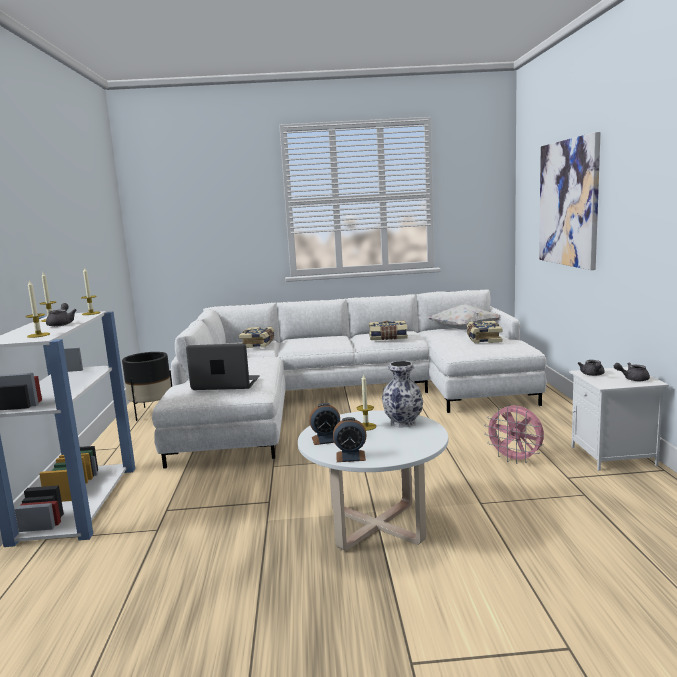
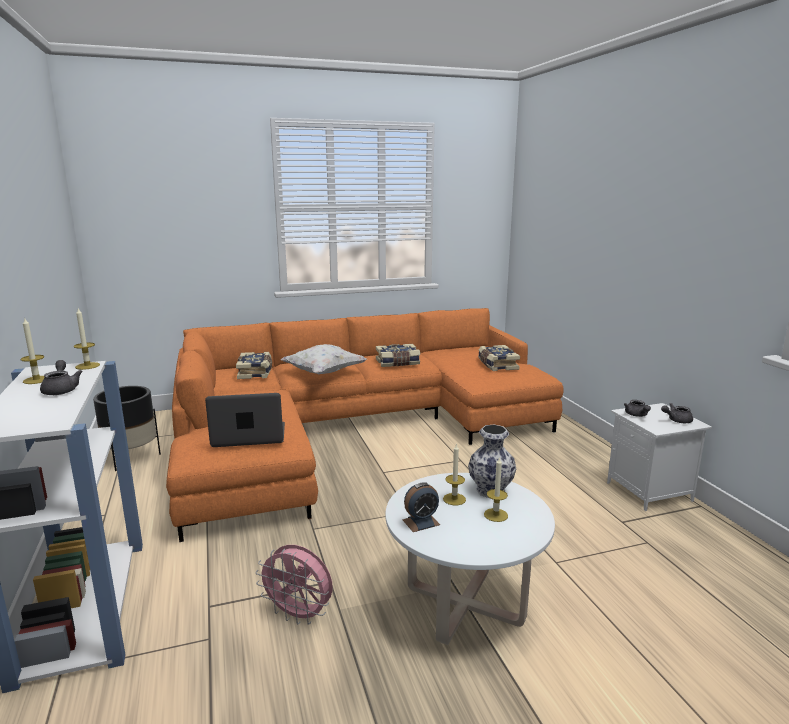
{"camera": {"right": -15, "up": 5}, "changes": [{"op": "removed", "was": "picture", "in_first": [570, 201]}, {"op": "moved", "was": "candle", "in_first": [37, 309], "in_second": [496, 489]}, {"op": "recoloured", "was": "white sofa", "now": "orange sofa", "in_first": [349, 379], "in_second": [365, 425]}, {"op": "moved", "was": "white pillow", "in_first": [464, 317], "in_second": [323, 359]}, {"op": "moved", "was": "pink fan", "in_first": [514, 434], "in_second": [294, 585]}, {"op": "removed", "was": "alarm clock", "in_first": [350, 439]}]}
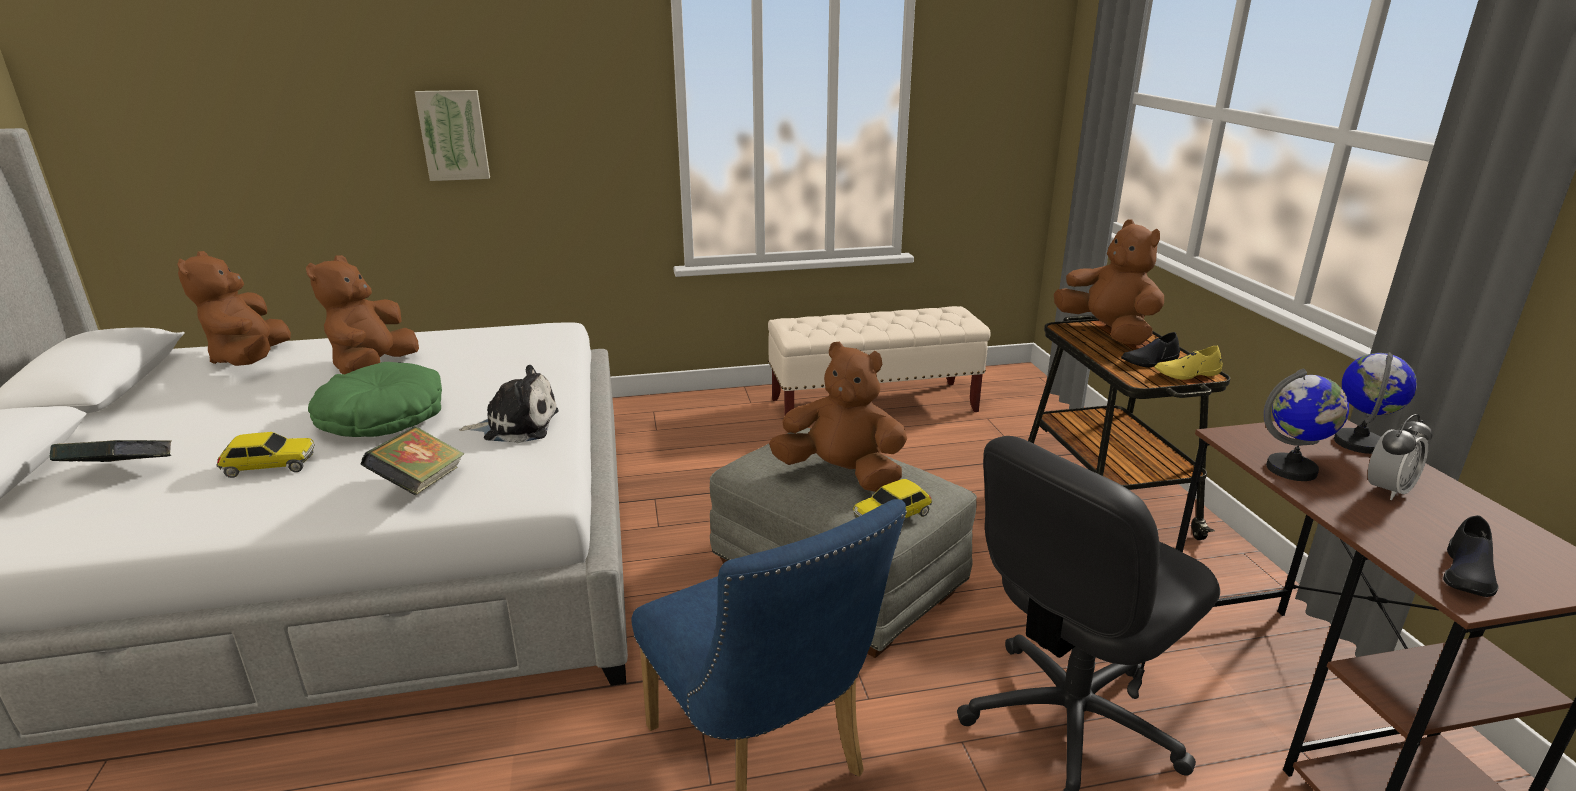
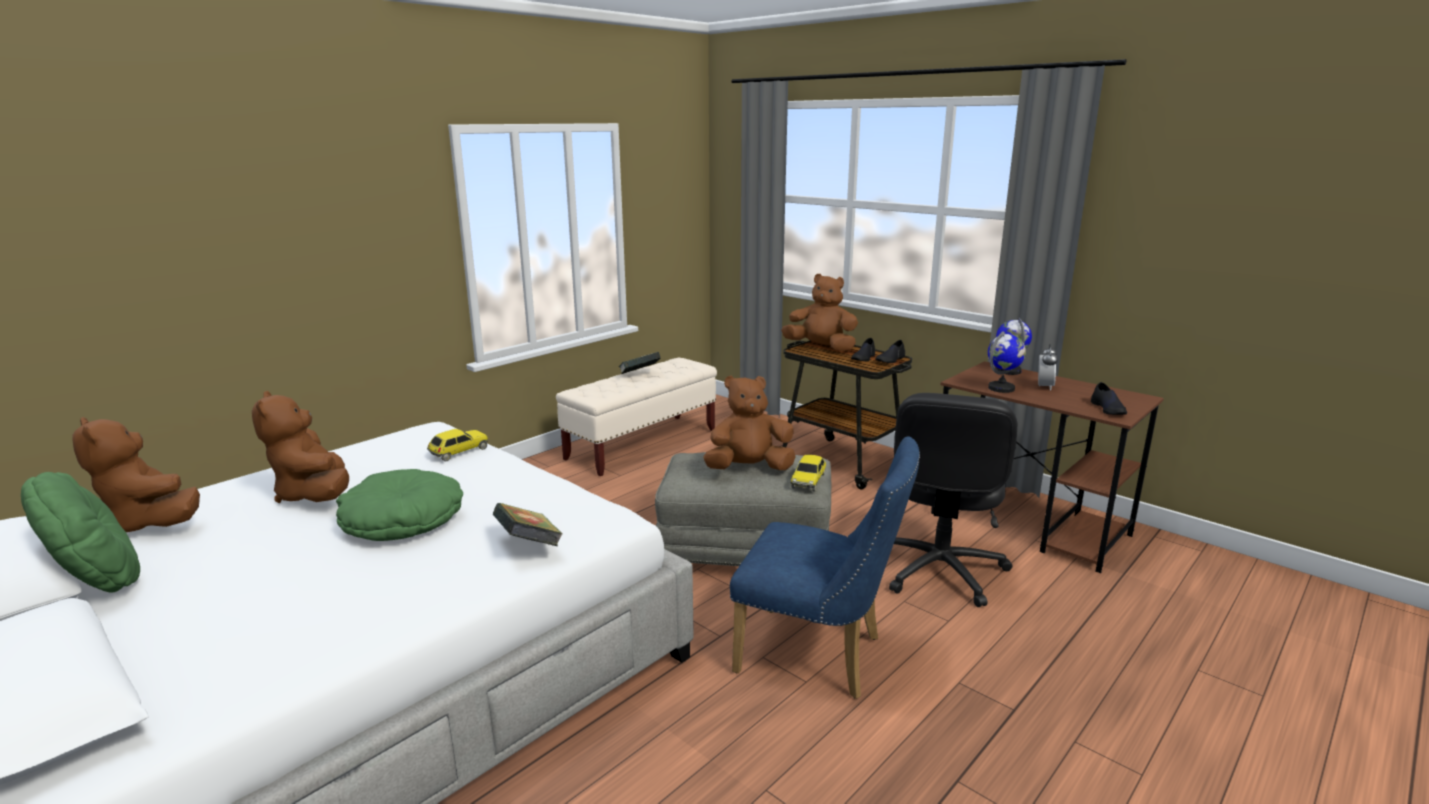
{"camera": {"right": -35, "up": -5}, "changes": [{"op": "removed", "was": "picture", "in_first": [452, 135]}, {"op": "recoloured", "was": "yellow shoe", "now": "black shoe", "in_first": [1188, 363], "in_second": [890, 351]}, {"op": "removed", "was": "plush toy", "in_first": [509, 404]}, {"op": "moved", "was": "toy car", "in_first": [265, 455], "in_second": [457, 445]}, {"op": "moved", "was": "book", "in_first": [111, 451], "in_second": [639, 363]}, {"op": "added", "now": "green pillow", "in_second": [80, 532]}]}
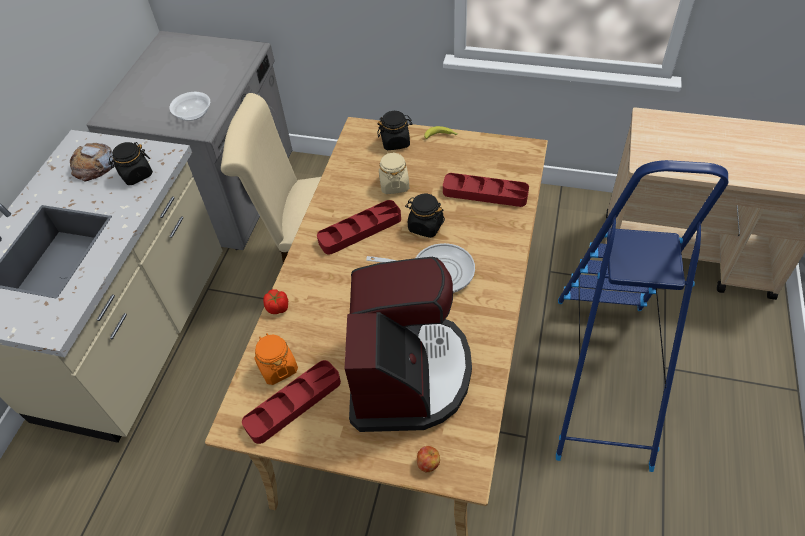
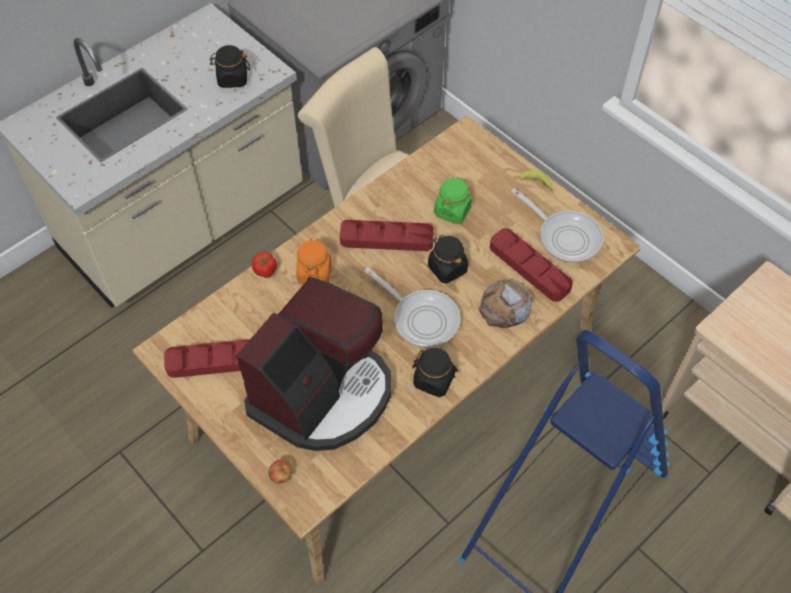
{"camera": {"right": 30, "up": 5}, "changes": [{"op": "removed", "was": "bowl", "in_first": [190, 106]}, {"op": "moved", "was": "black jar", "in_first": [395, 130], "in_second": [435, 372]}, {"op": "moved", "was": "bread", "in_first": [92, 162], "in_second": [505, 304]}, {"op": "recoloured", "was": "beige jar", "now": "green jar", "in_first": [394, 173], "in_second": [453, 200]}, {"op": "moved", "was": "orange jar", "in_first": [276, 359], "in_second": [313, 261]}, {"op": "added", "now": "frying pan", "in_second": [557, 225]}]}
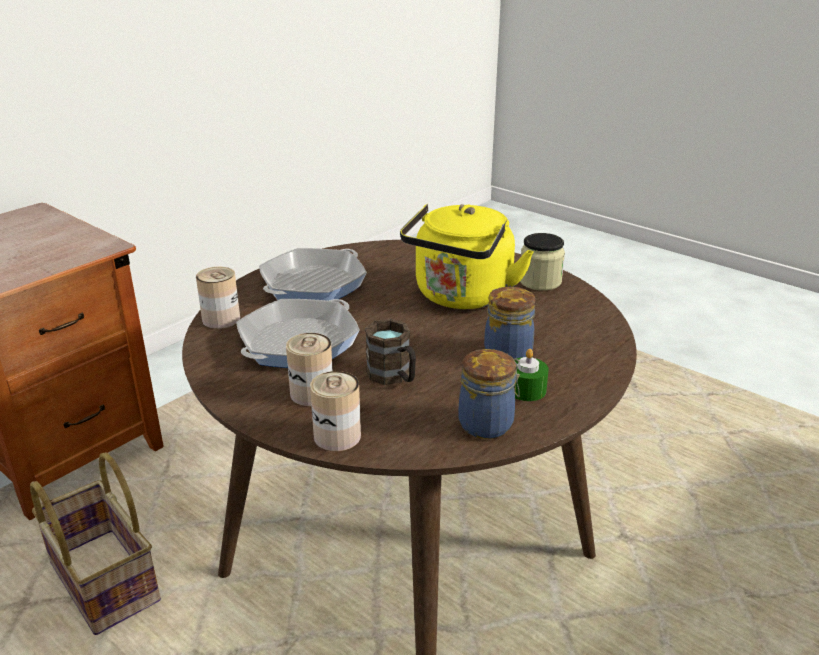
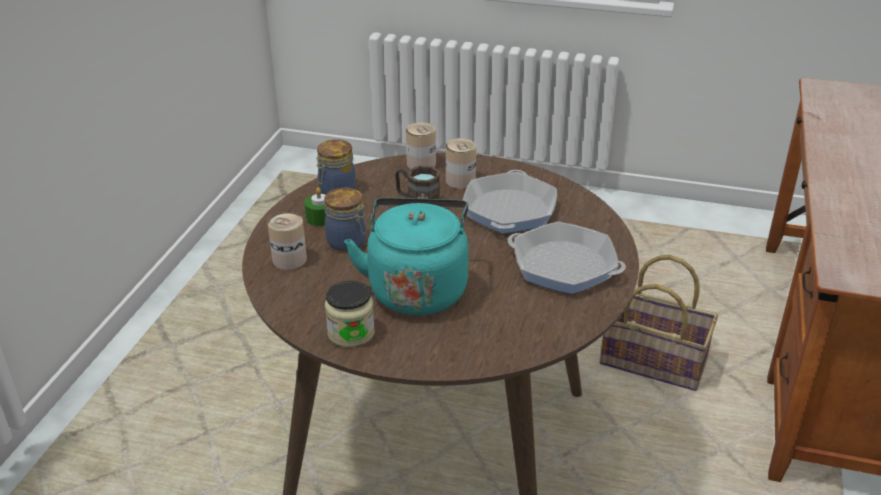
{"camera": {"right": 155, "up": 5}, "changes": [{"op": "recoloured", "was": "yellow kettle", "now": "turquoise kettle", "in_first": [467, 256], "in_second": [406, 256]}, {"op": "turned", "was": "frying pan", "in_first": [313, 274], "in_second": [567, 257], "clockwise": -75}, {"op": "moved", "was": "can", "in_first": [218, 298], "in_second": [287, 241]}]}
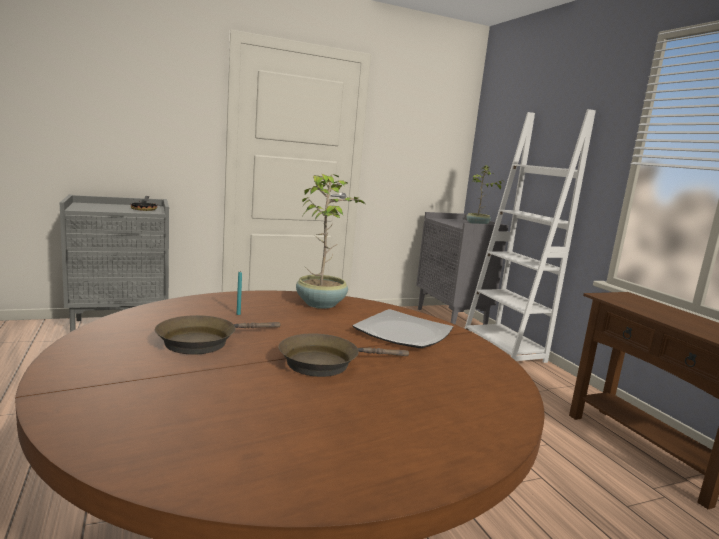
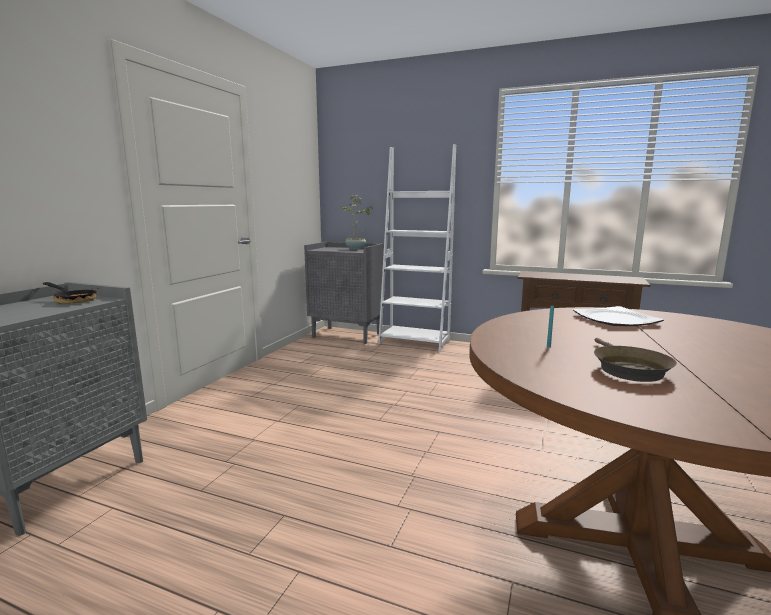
{"camera": {"right": -45, "up": 0}, "changes": [{"op": "removed", "was": "potted plant", "in_first": [330, 241]}, {"op": "removed", "was": "brown frying pan", "in_first": [343, 355]}]}
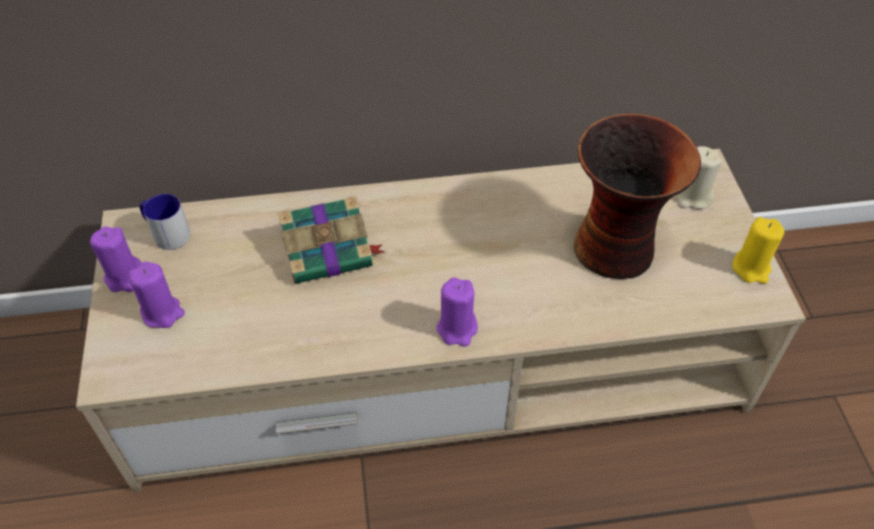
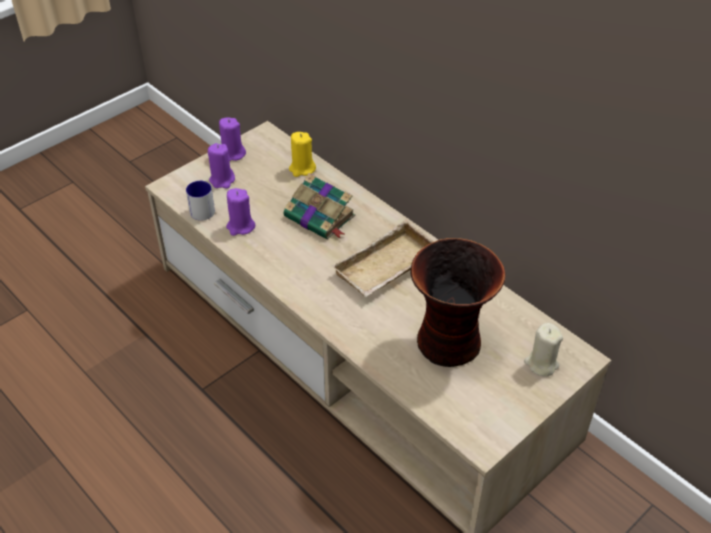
{"camera": {"right": 55, "up": -5}, "changes": [{"op": "moved", "was": "mug", "in_first": [165, 222], "in_second": [200, 200]}, {"op": "moved", "was": "yellow candle", "in_first": [758, 250], "in_second": [302, 154]}, {"op": "moved", "was": "purple candle", "in_first": [457, 312], "in_second": [240, 212]}, {"op": "added", "now": "beige tray", "in_second": [383, 258]}]}
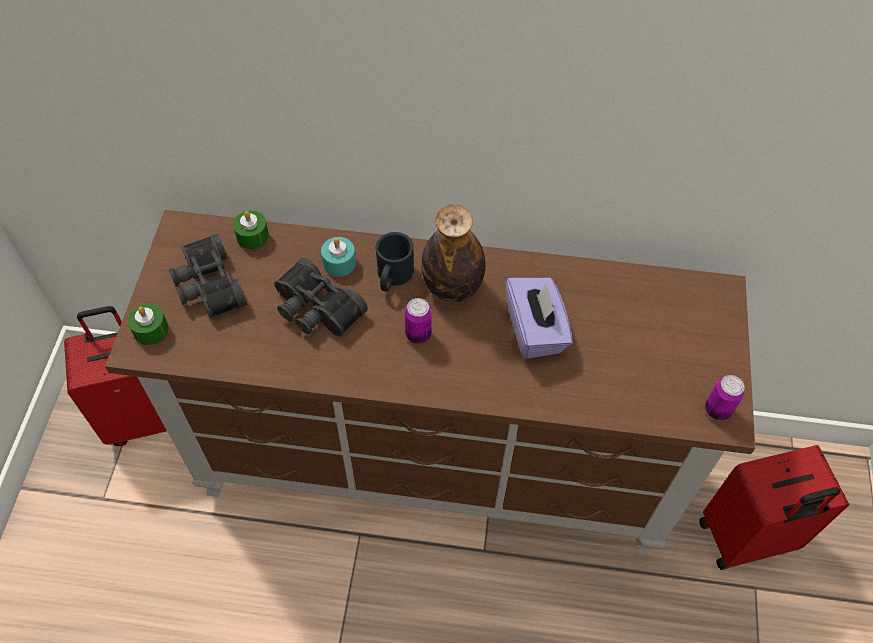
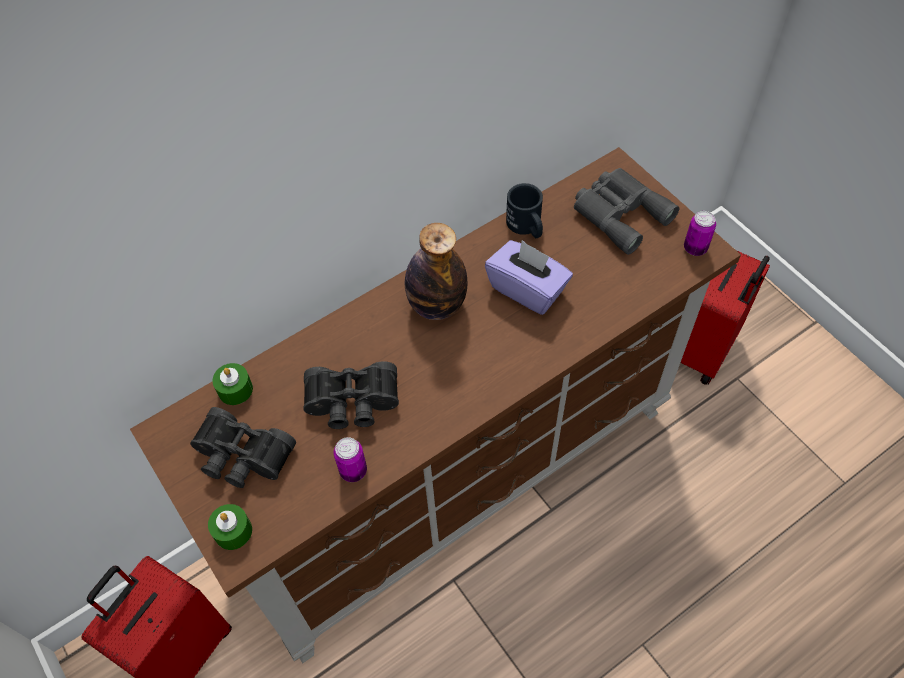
{"camera": {"right": -40, "up": 0}, "changes": [{"op": "moved", "was": "black mug", "in_first": [395, 262], "in_second": [524, 210]}, {"op": "removed", "was": "turquoise candle", "in_first": [338, 257]}, {"op": "moved", "was": "can", "in_first": [418, 321], "in_second": [350, 459]}, {"op": "added", "now": "grey binoculars", "in_second": [627, 211]}]}
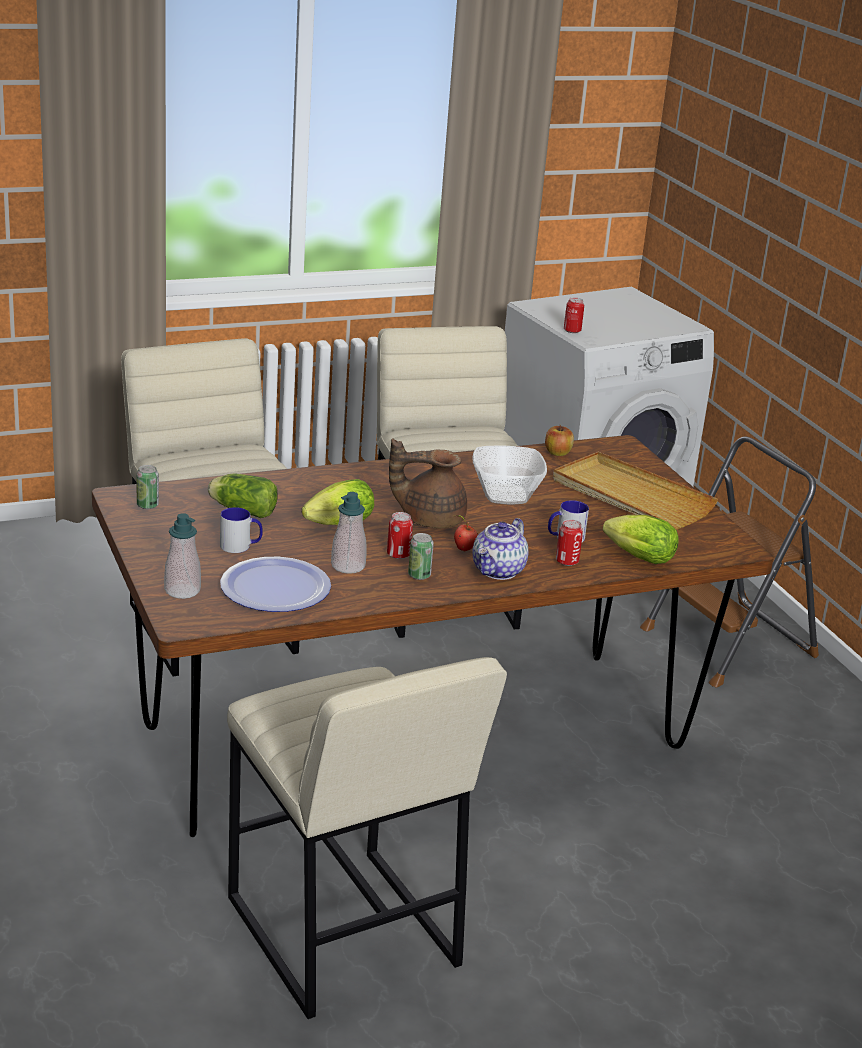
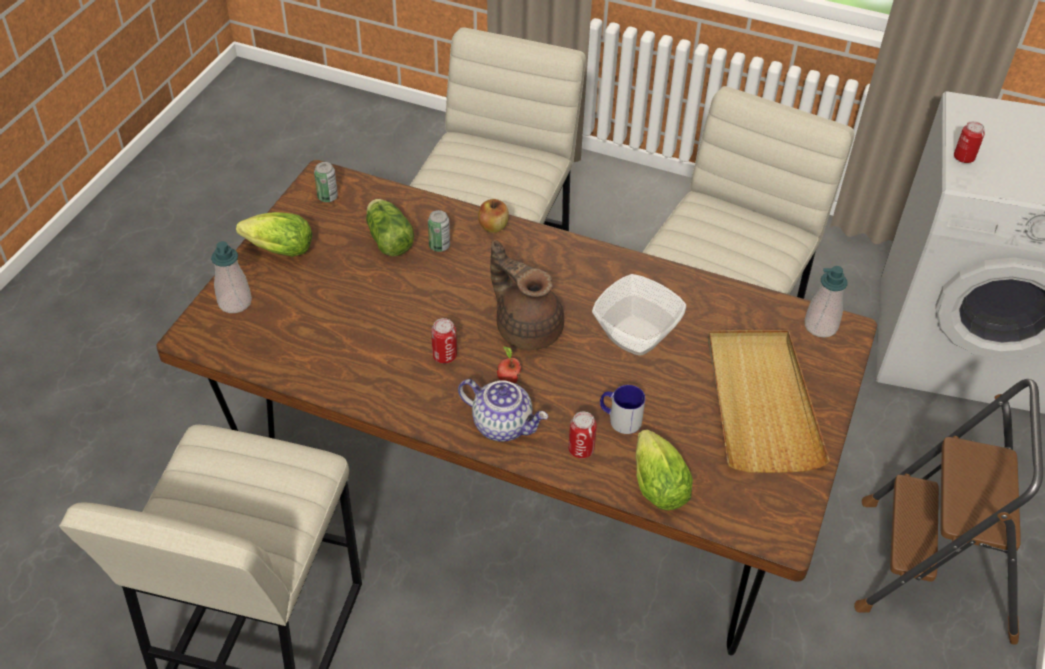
{"camera": {"right": 45, "up": 20}, "changes": [{"op": "moved", "was": "apple", "in_first": [559, 440], "in_second": [493, 216]}, {"op": "moved", "was": "lettuce", "in_first": [338, 502], "in_second": [274, 234]}, {"op": "moved", "was": "soap dispenser", "in_first": [348, 533], "in_second": [826, 301]}, {"op": "removed", "was": "mug", "in_first": [241, 530]}, {"op": "turned", "was": "teapot", "in_first": [500, 549], "in_second": [503, 410], "clockwise": -135}, {"op": "moved", "was": "can", "in_first": [421, 556], "in_second": [439, 231]}, {"op": "removed", "was": "plate", "in_first": [275, 584]}]}
